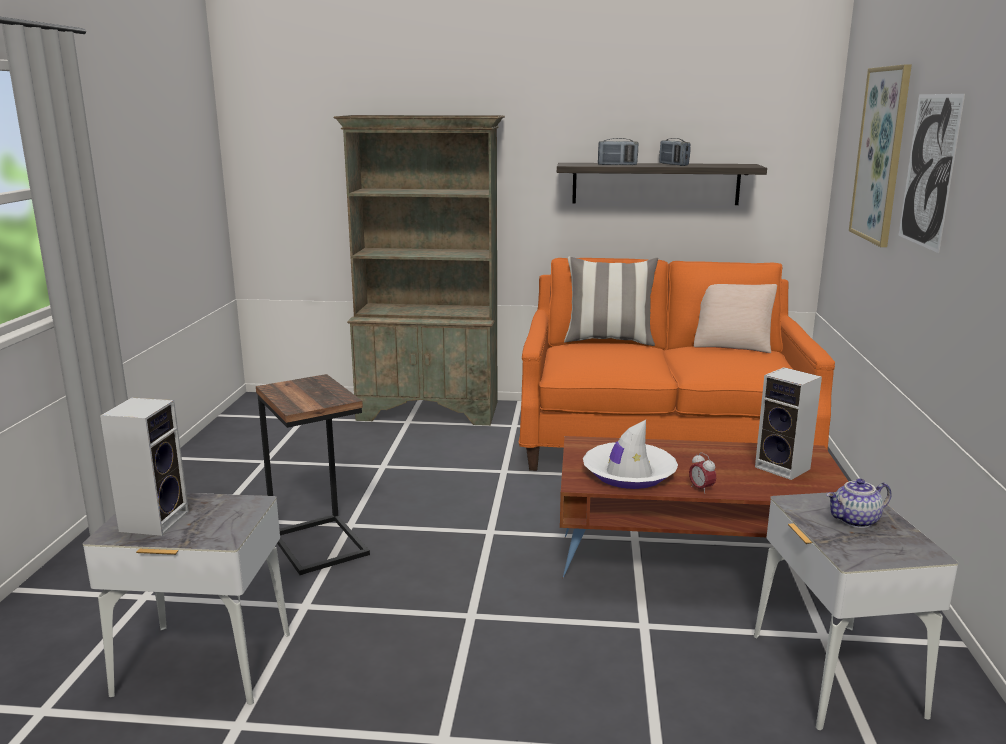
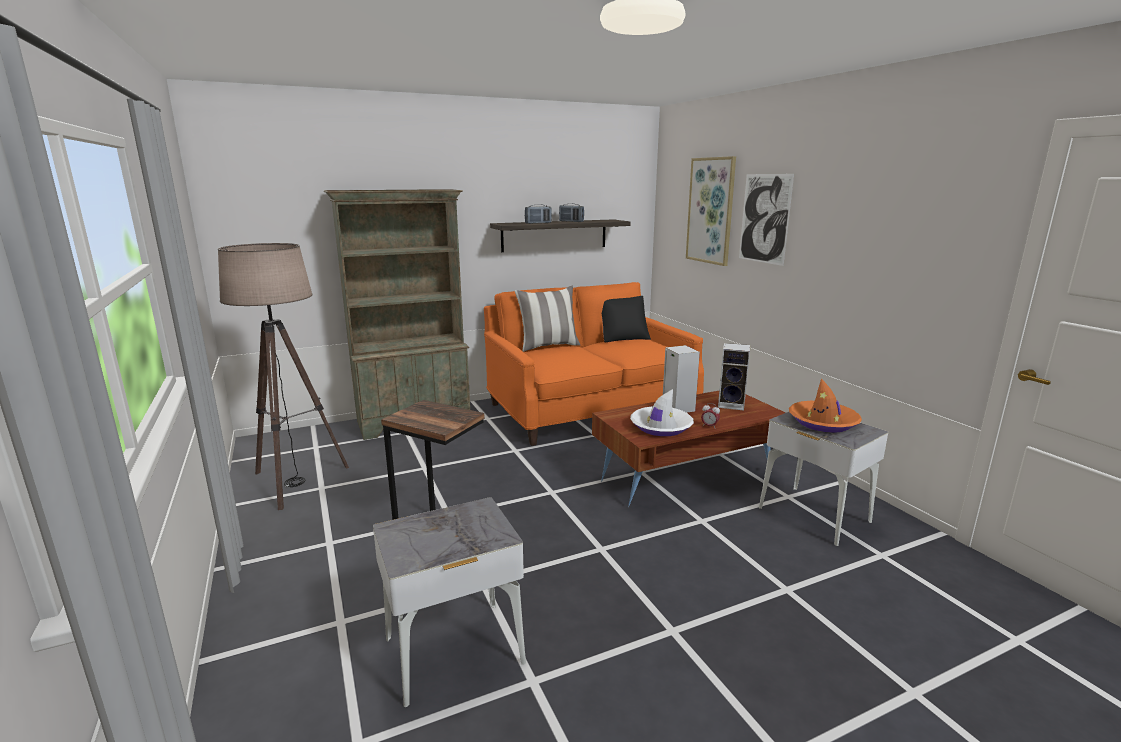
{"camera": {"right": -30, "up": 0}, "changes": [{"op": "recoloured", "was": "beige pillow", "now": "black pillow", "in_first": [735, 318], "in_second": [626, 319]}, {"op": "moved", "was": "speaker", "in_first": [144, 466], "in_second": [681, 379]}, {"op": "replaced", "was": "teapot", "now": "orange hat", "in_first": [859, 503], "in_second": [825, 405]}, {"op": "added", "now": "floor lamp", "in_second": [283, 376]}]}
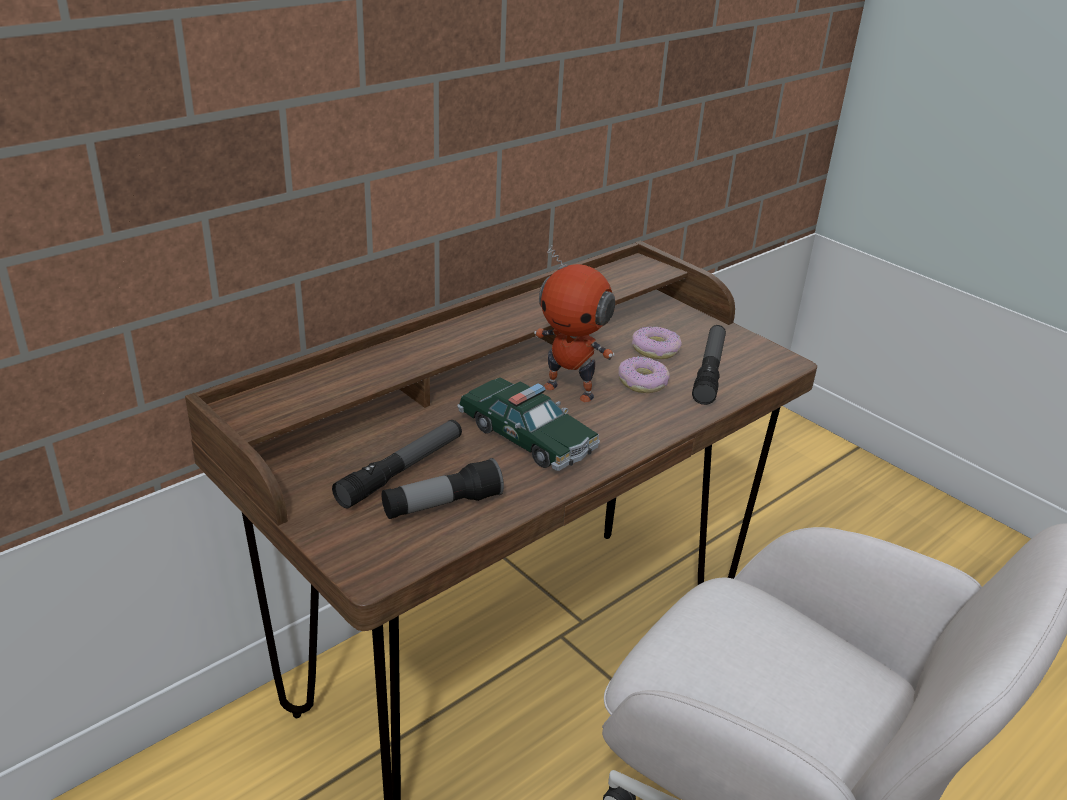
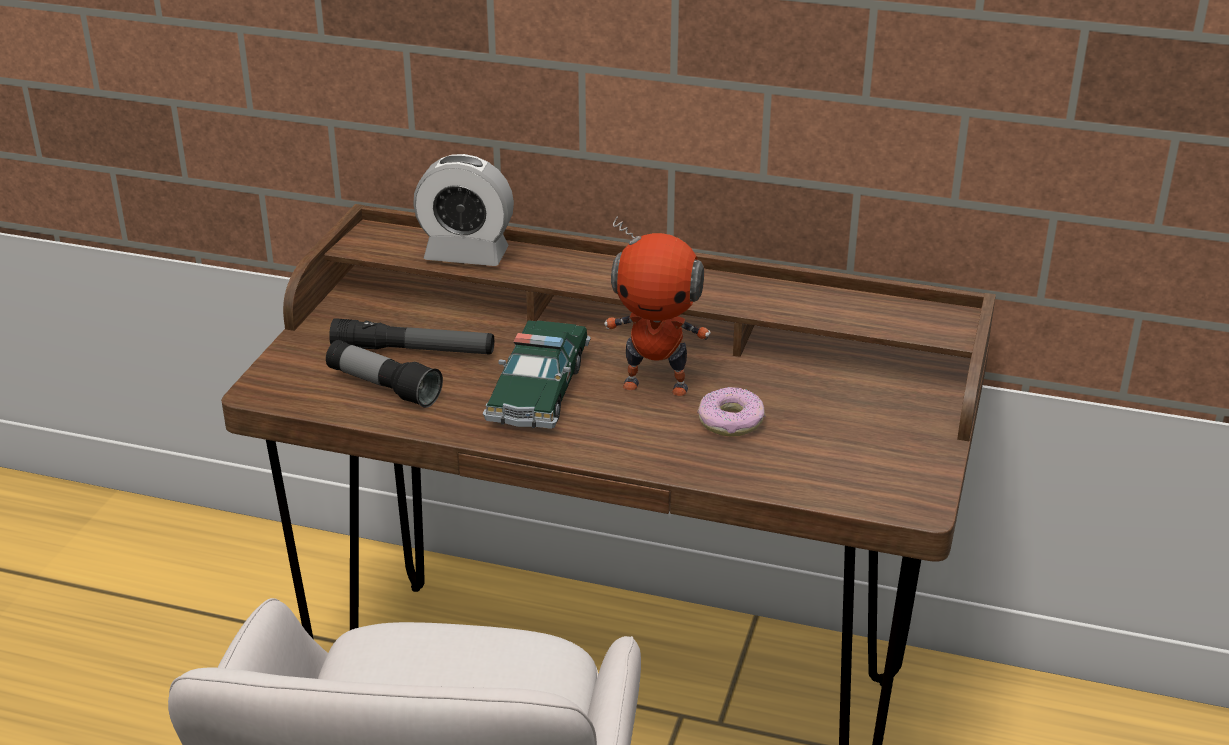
{"camera": {"right": 60, "up": 0}, "changes": [{"op": "turned", "was": "toy robot", "in_first": [574, 323], "in_second": [657, 306], "clockwise": -75}, {"op": "removed", "was": "flashlight", "in_first": [709, 365]}, {"op": "removed", "was": "donut", "in_first": [657, 342]}, {"op": "added", "now": "alarm clock", "in_second": [463, 210]}]}
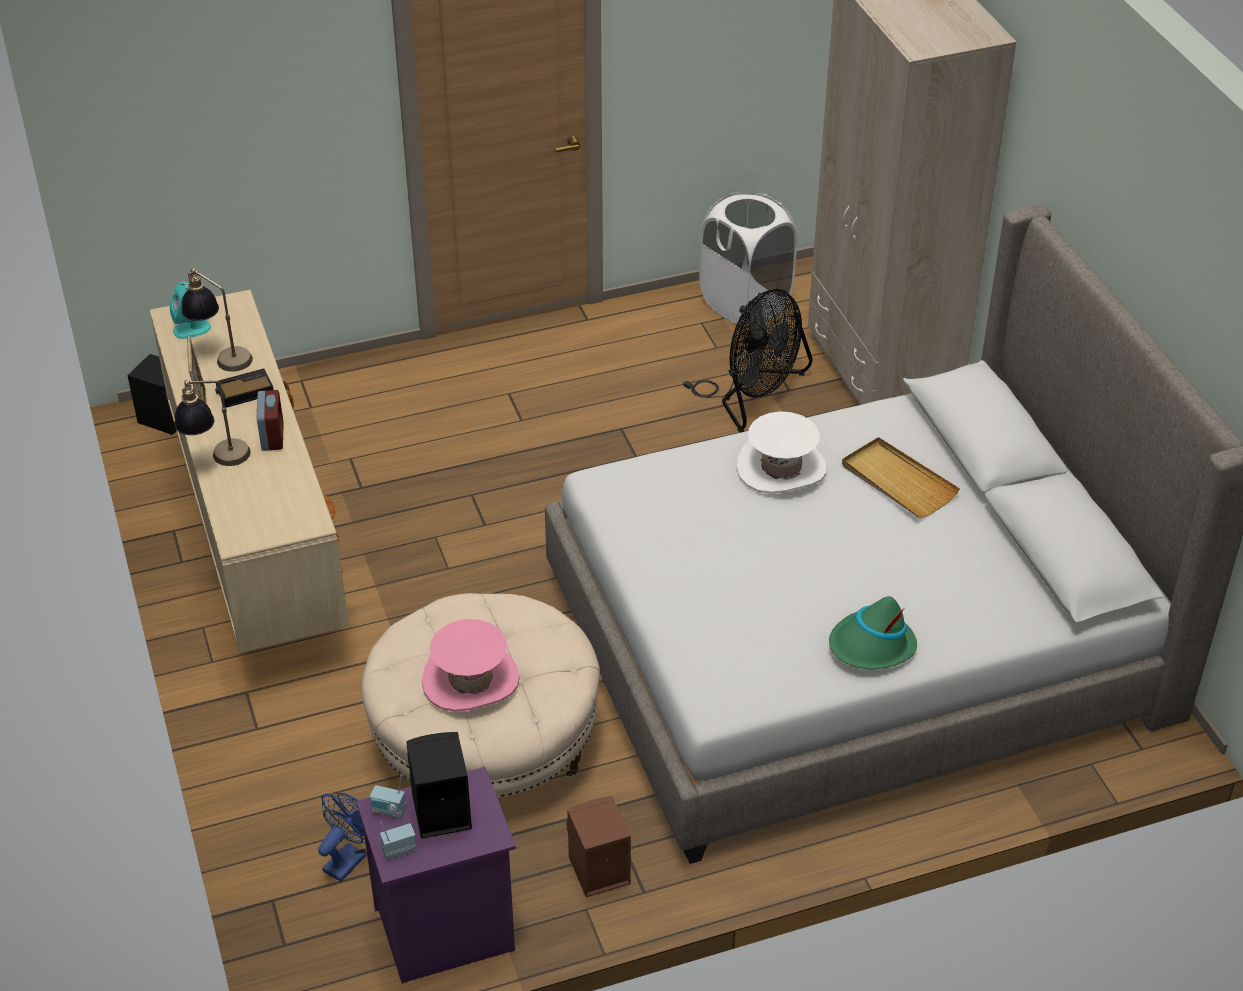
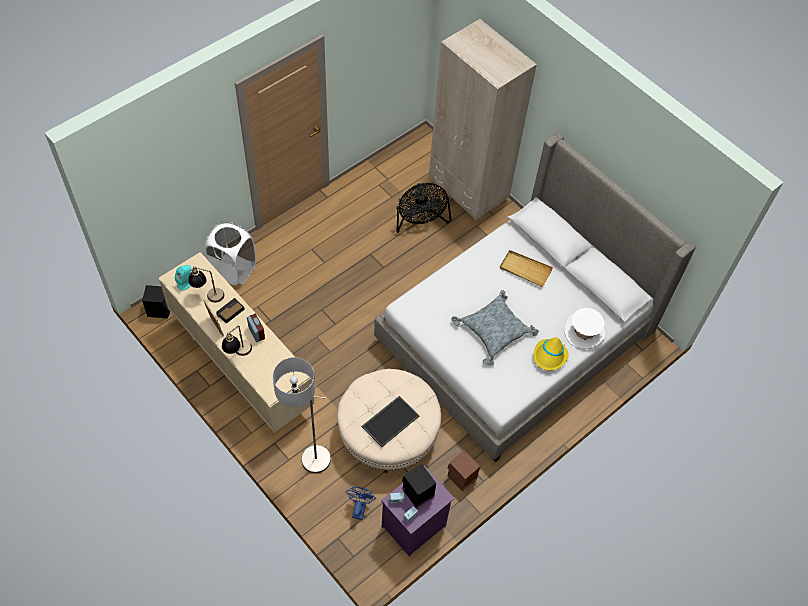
{"camera": {"right": -25, "up": 15}, "changes": [{"op": "moved", "was": "white laundry basket", "in_first": [748, 258], "in_second": [230, 253]}, {"op": "turned", "was": "black fan", "in_first": [748, 361], "in_second": [423, 208], "clockwise": 60}, {"op": "moved", "was": "white hat", "in_first": [781, 452], "in_second": [584, 328]}, {"op": "recoloured", "was": "green hat", "now": "yellow hat", "in_first": [873, 632], "in_second": [551, 354]}, {"op": "replaced", "was": "pink hat", "now": "tray", "in_first": [471, 665], "in_second": [390, 421]}, {"op": "added", "now": "pillow", "in_second": [495, 328]}, {"op": "added", "now": "grey floor lamp", "in_second": [302, 415]}]}
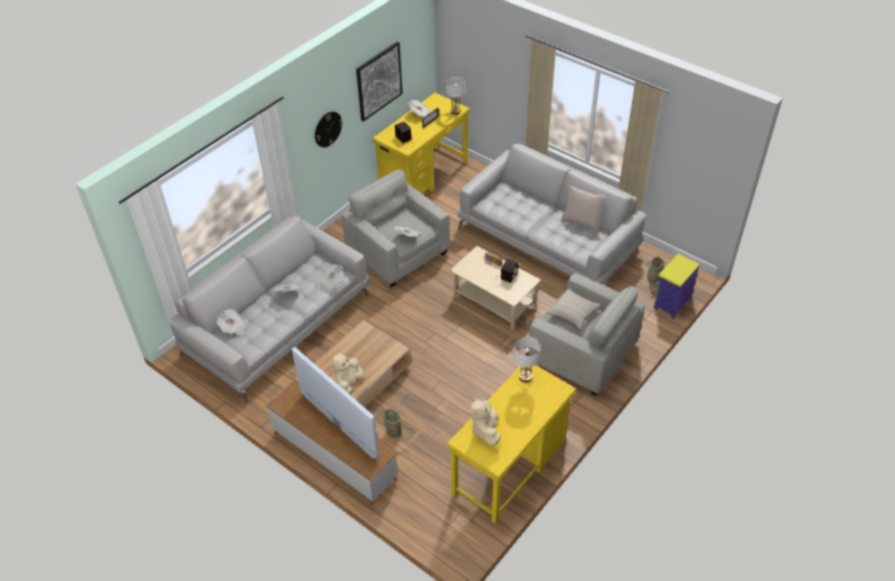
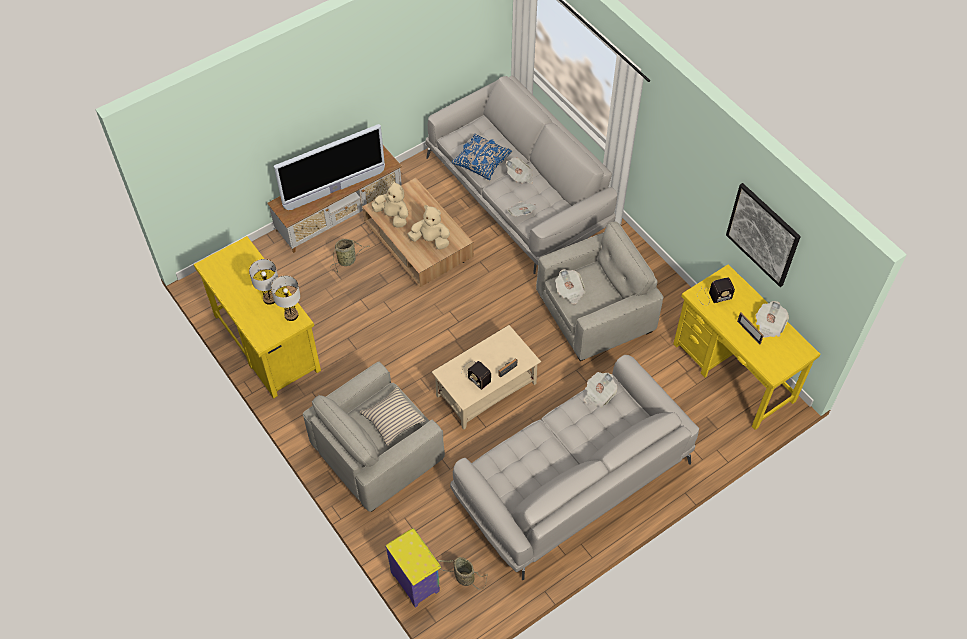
{"camera": {"right": 105, "up": 10}, "changes": [{"op": "moved", "was": "table lamp", "in_first": [455, 95], "in_second": [263, 282]}, {"op": "removed", "was": "wall clock", "in_first": [329, 129]}, {"op": "removed", "was": "beige pillow", "in_first": [583, 208]}, {"op": "moved", "was": "newspaper", "in_first": [231, 322], "in_second": [600, 390]}, {"op": "moved", "was": "beige plush toy", "in_first": [485, 421], "in_second": [428, 227]}, {"op": "added", "now": "blue pillow", "in_second": [482, 156]}]}
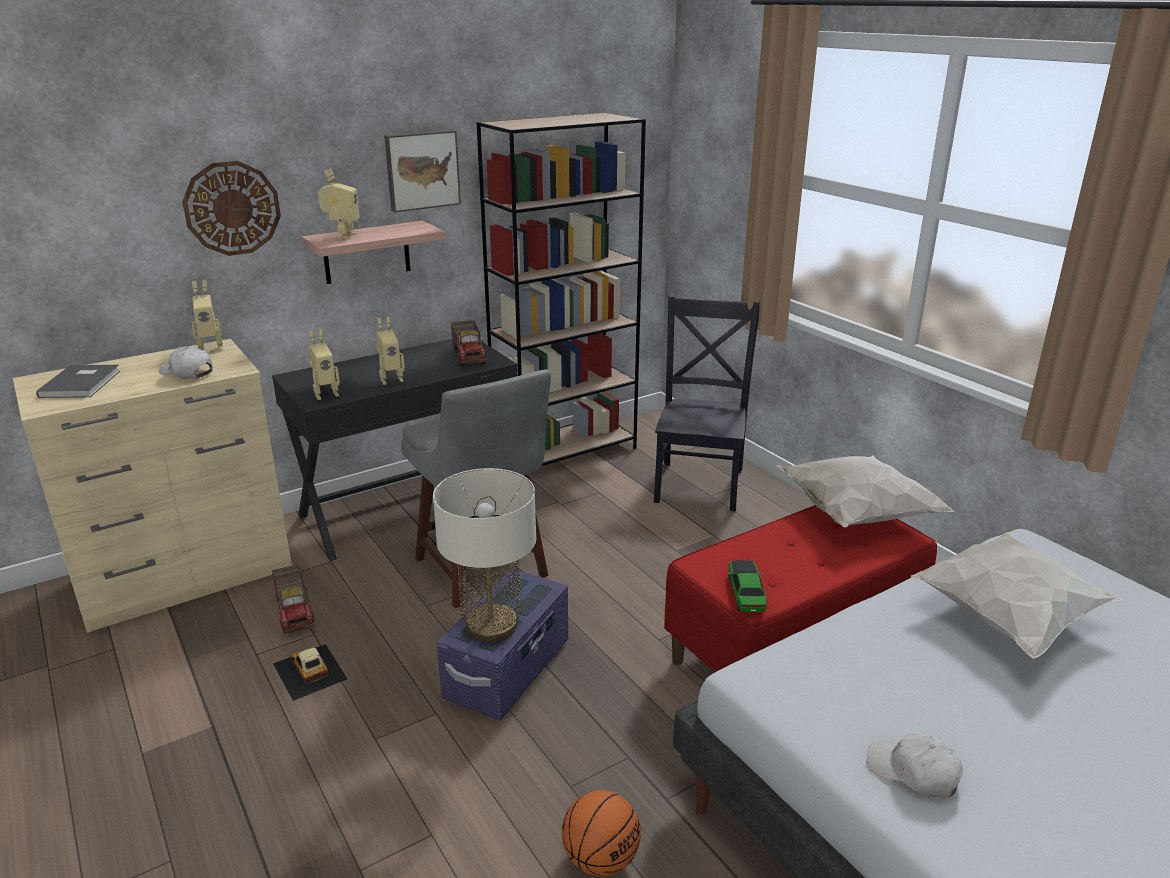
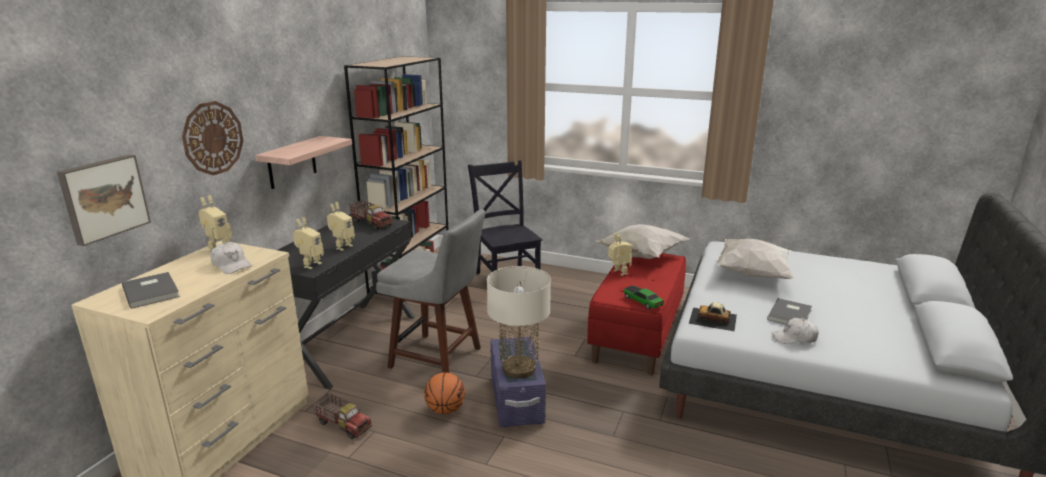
{"camera": {"right": -35, "up": -5}, "changes": [{"op": "moved", "was": "picture", "in_first": [422, 171], "in_second": [104, 200]}, {"op": "moved", "was": "toy robot", "in_first": [339, 203], "in_second": [620, 254]}, {"op": "turned", "was": "white cap", "in_first": [186, 362], "in_second": [231, 258], "clockwise": -135}, {"op": "moved", "was": "toy car", "in_first": [310, 672], "in_second": [713, 316]}, {"op": "moved", "was": "basketball", "in_first": [601, 833], "in_second": [444, 393]}, {"op": "added", "now": "grey book", "in_second": [789, 311]}]}
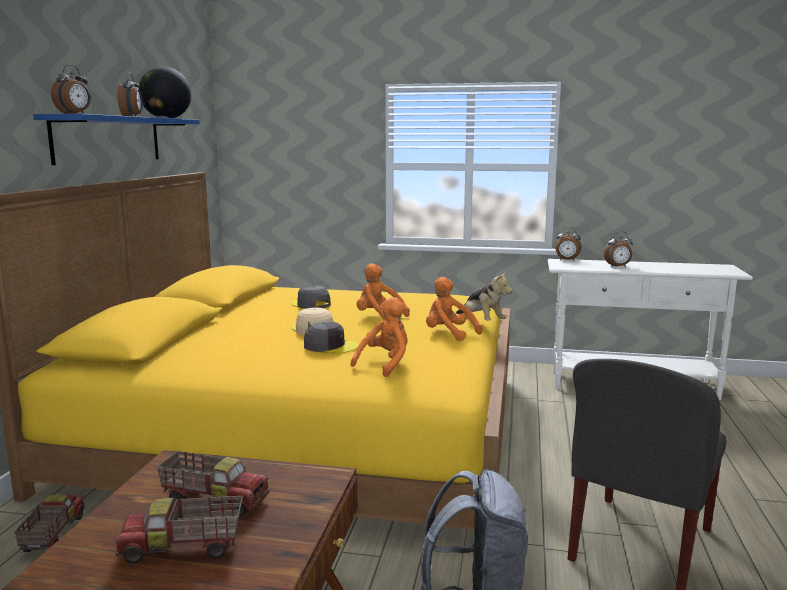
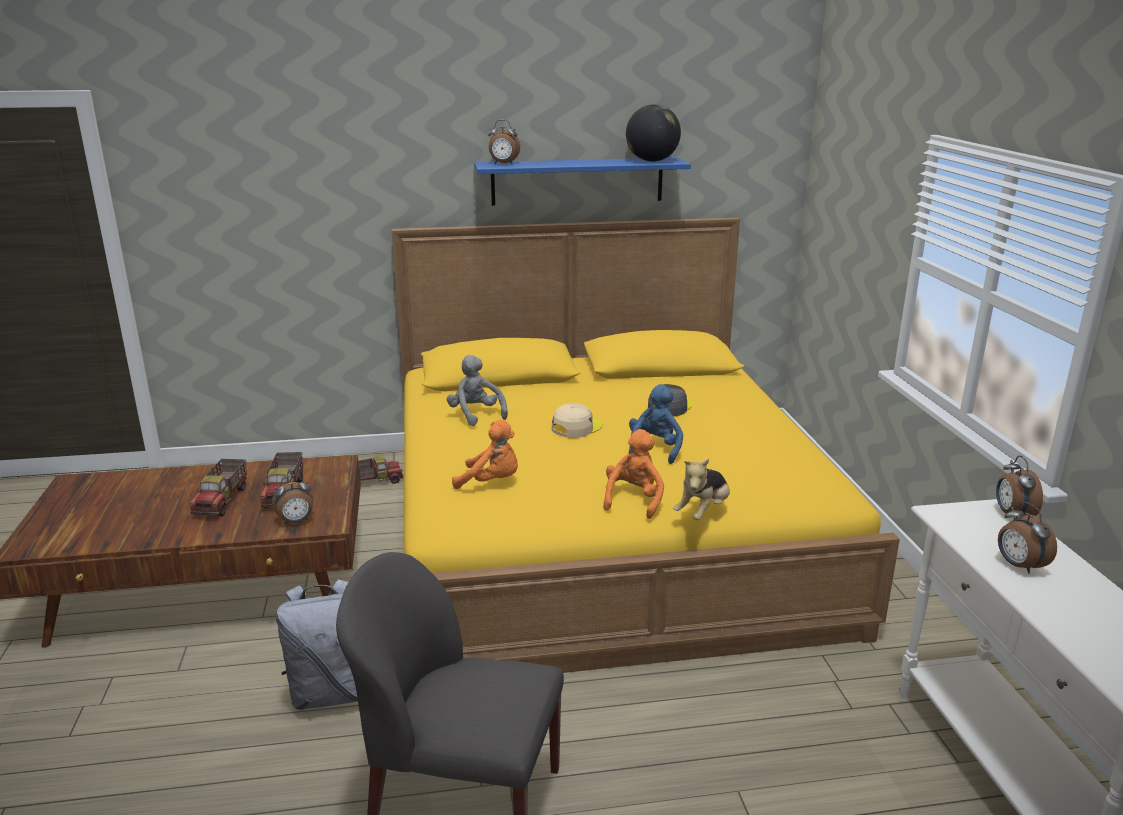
{"camera": {"right": 70, "up": 10}, "changes": [{"op": "moved", "was": "alarm clock", "in_first": [130, 95], "in_second": [292, 500]}, {"op": "recoloured", "was": "orange plush toy", "now": "blue plush toy", "in_first": [383, 292], "in_second": [656, 424]}, {"op": "removed", "was": "grey cap", "in_first": [331, 337]}, {"op": "turned", "was": "toy truck", "in_first": [179, 530], "in_second": [218, 487], "clockwise": -150}, {"op": "added", "now": "grey plush toy", "in_second": [477, 390]}]}
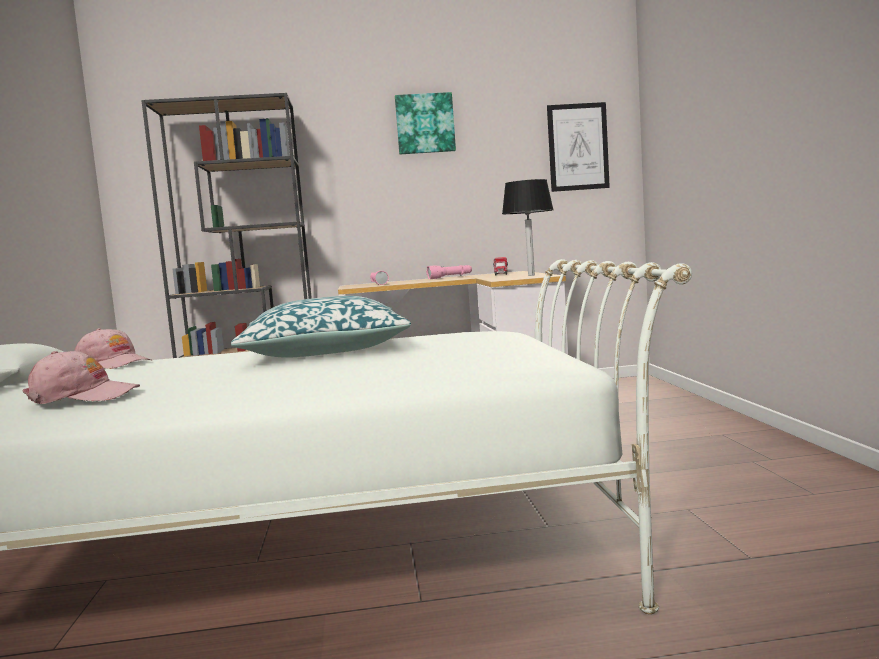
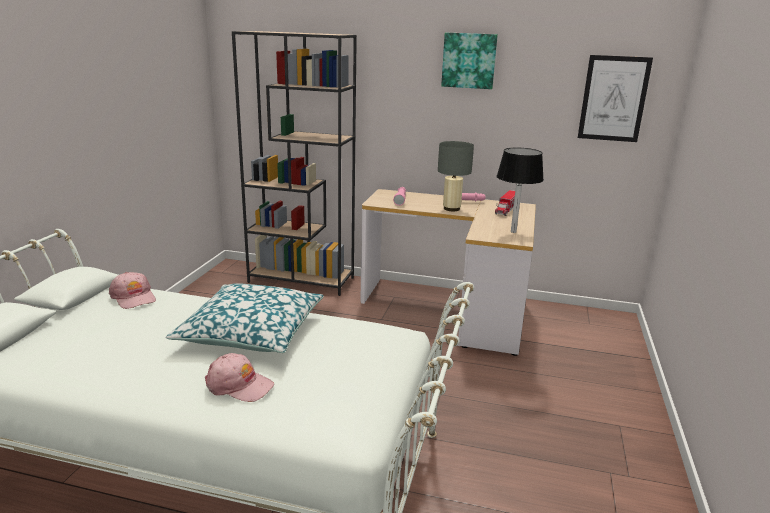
{"camera": {"right": 20, "up": 15}, "changes": [{"op": "moved", "was": "pink cap", "in_first": [81, 377], "in_second": [239, 377]}, {"op": "added", "now": "grey table lamp", "in_second": [456, 176]}]}
